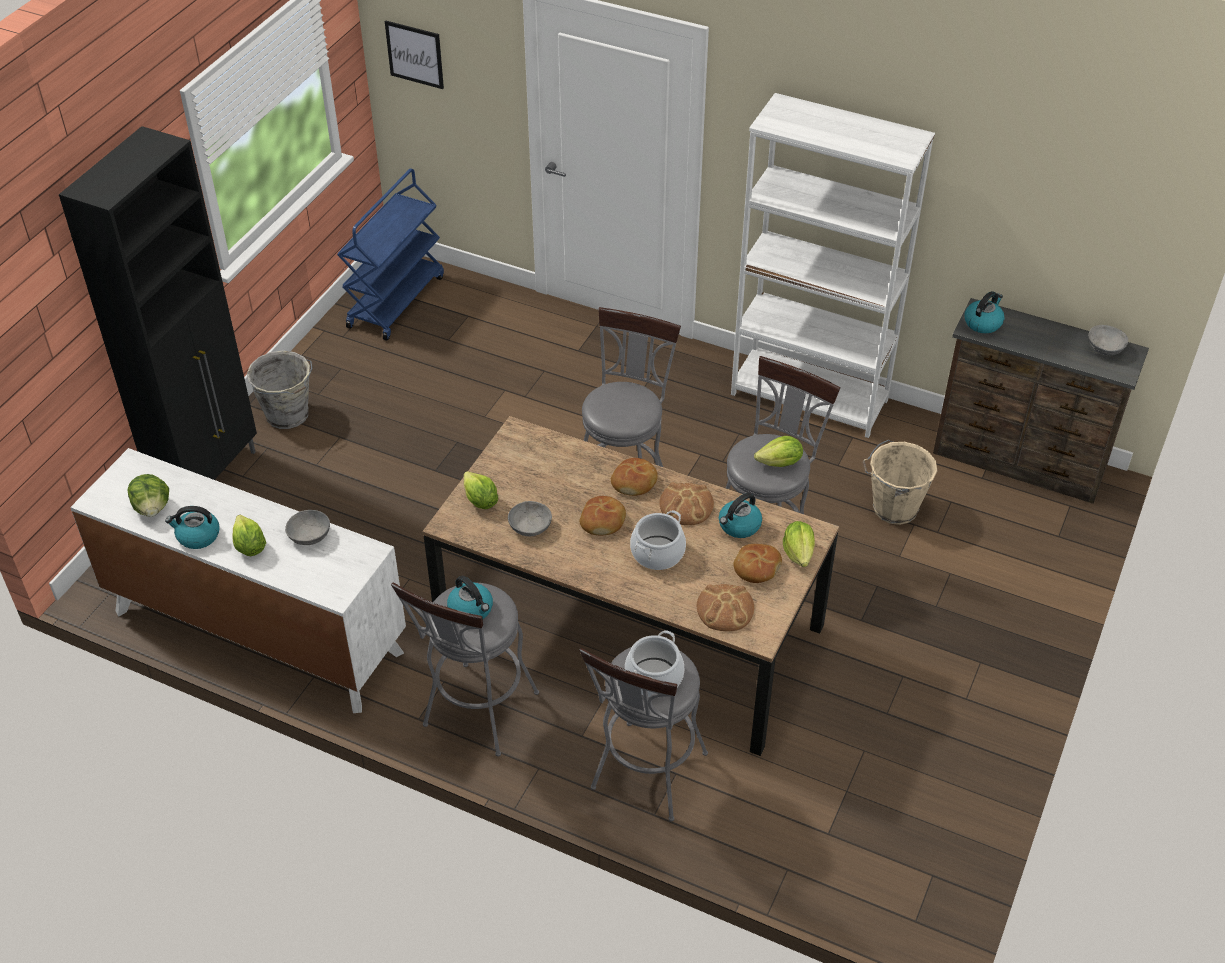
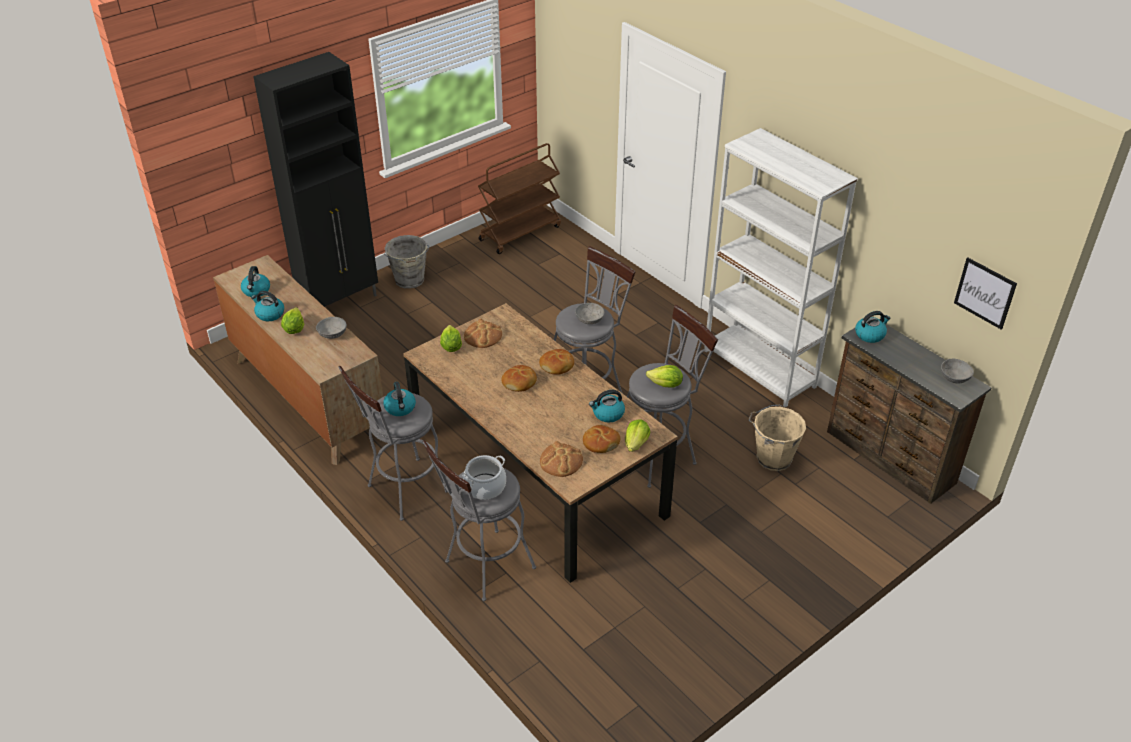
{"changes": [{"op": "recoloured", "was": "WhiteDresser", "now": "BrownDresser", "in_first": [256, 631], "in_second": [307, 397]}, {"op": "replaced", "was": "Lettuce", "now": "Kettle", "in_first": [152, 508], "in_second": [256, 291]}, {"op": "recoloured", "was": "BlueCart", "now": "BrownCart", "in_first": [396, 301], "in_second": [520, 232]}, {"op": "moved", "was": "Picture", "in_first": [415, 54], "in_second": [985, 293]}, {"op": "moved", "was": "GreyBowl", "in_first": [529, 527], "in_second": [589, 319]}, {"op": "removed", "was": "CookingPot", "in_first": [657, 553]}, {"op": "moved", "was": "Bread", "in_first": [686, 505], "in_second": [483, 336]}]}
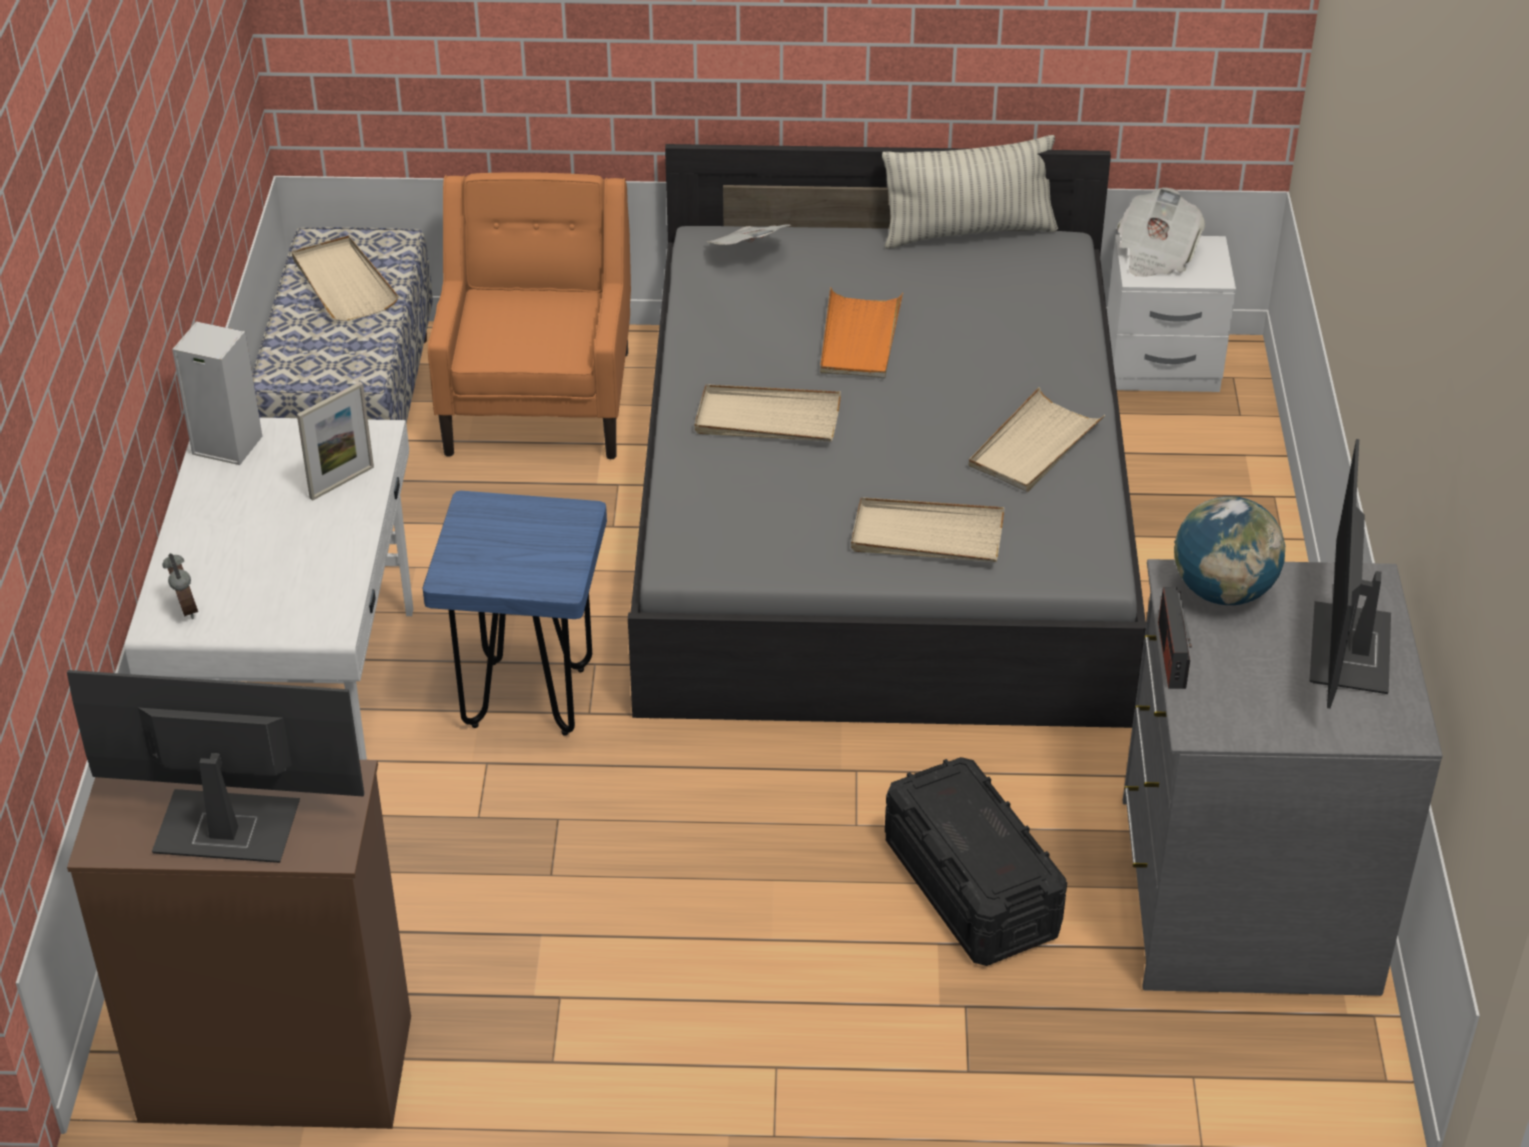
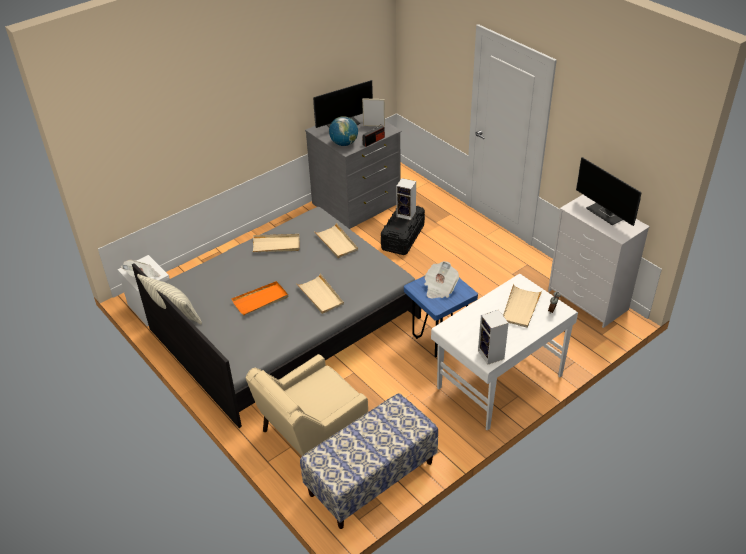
{"changes": [{"op": "recoloured", "was": "BrownDresser", "now": "WhiteDresser", "in_first": [274, 1068], "in_second": [588, 300]}, {"op": "moved", "was": "BeigeTray", "in_first": [343, 283], "in_second": [520, 307]}, {"op": "moved", "was": "PictureFrame", "in_first": [342, 482], "in_second": [374, 125]}, {"op": "recoloured", "was": "OrangeArmchair", "now": "BeigeArmchair", "in_first": [539, 400], "in_second": [312, 434]}, {"op": "moved", "was": "Newspaper", "in_first": [748, 253], "in_second": [439, 288]}, {"op": "added", "now": "Speaker", "in_second": [407, 214]}]}
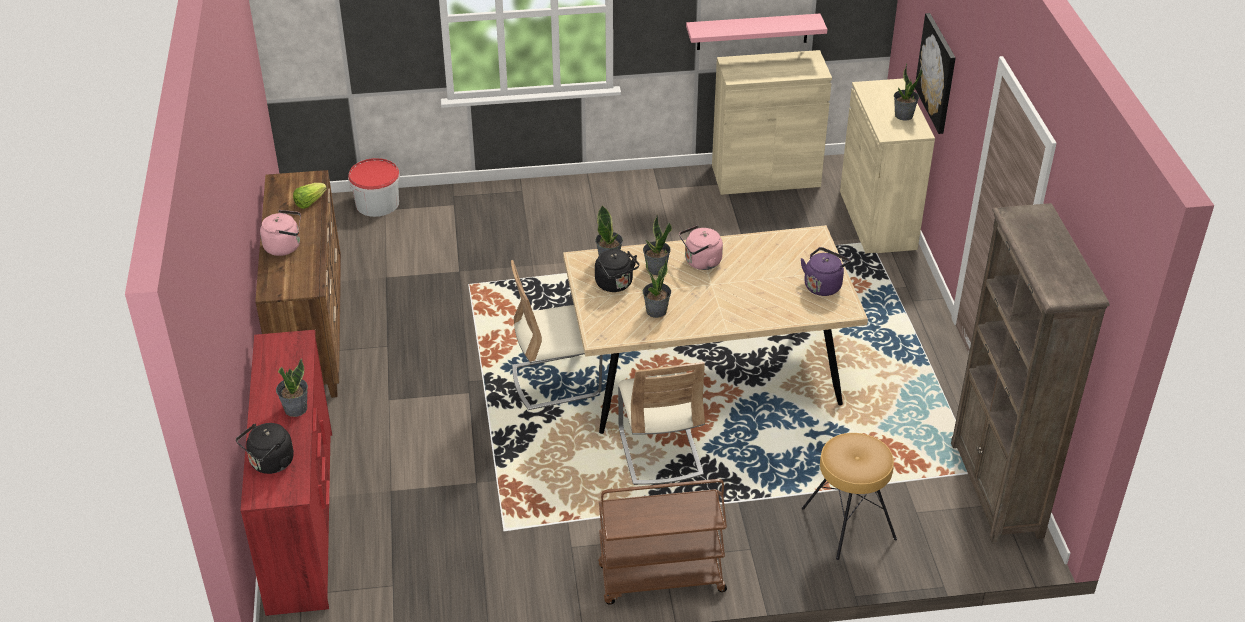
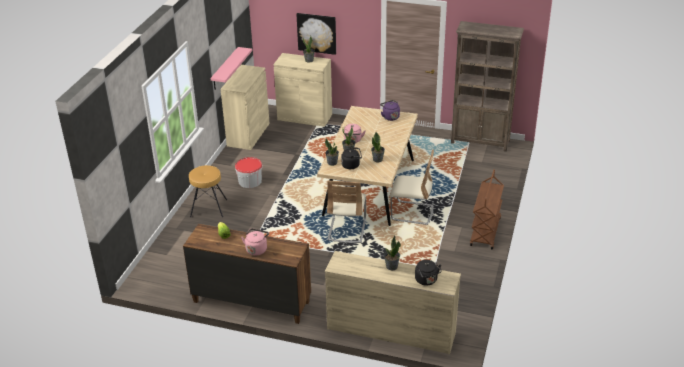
{"changes": [{"op": "recoloured", "was": "RedDresser", "now": "BeigeDresser", "in_first": [302, 519], "in_second": [391, 330]}, {"op": "moved", "was": "Bucket", "in_first": [377, 203], "in_second": [250, 181]}, {"op": "moved", "was": "BrownStool", "in_first": [848, 524], "in_second": [208, 208]}]}
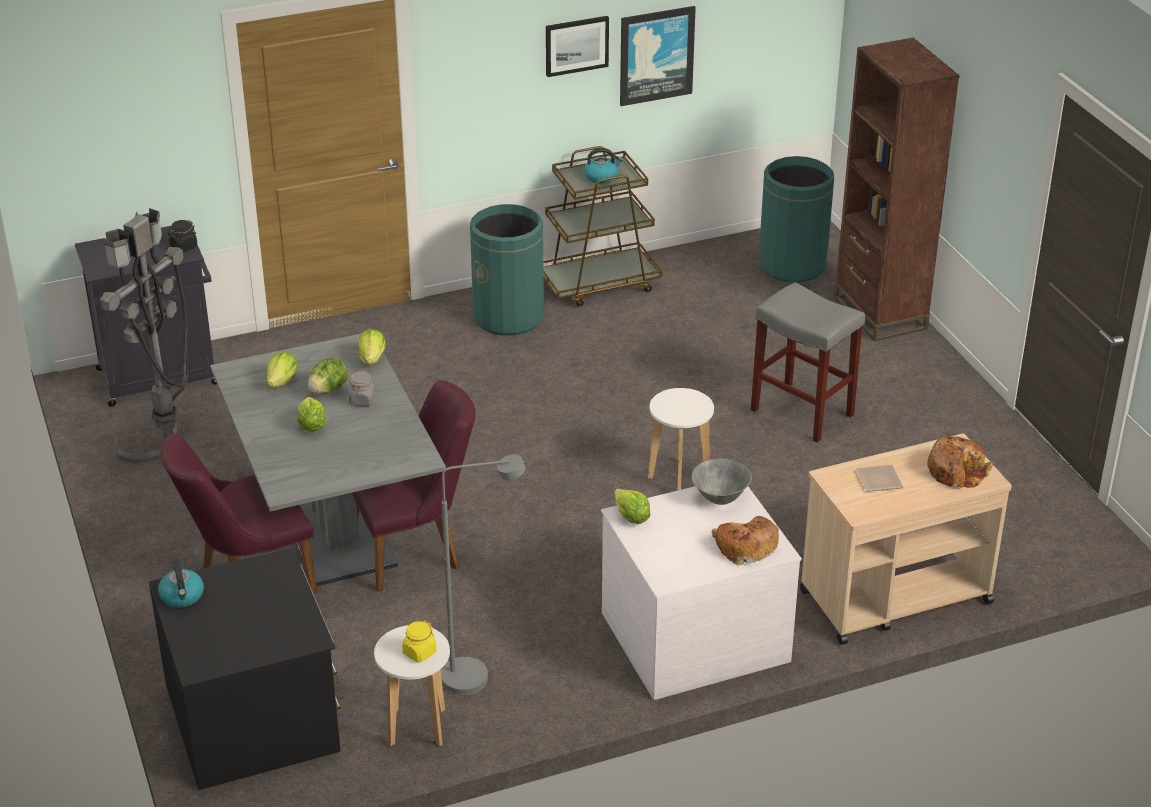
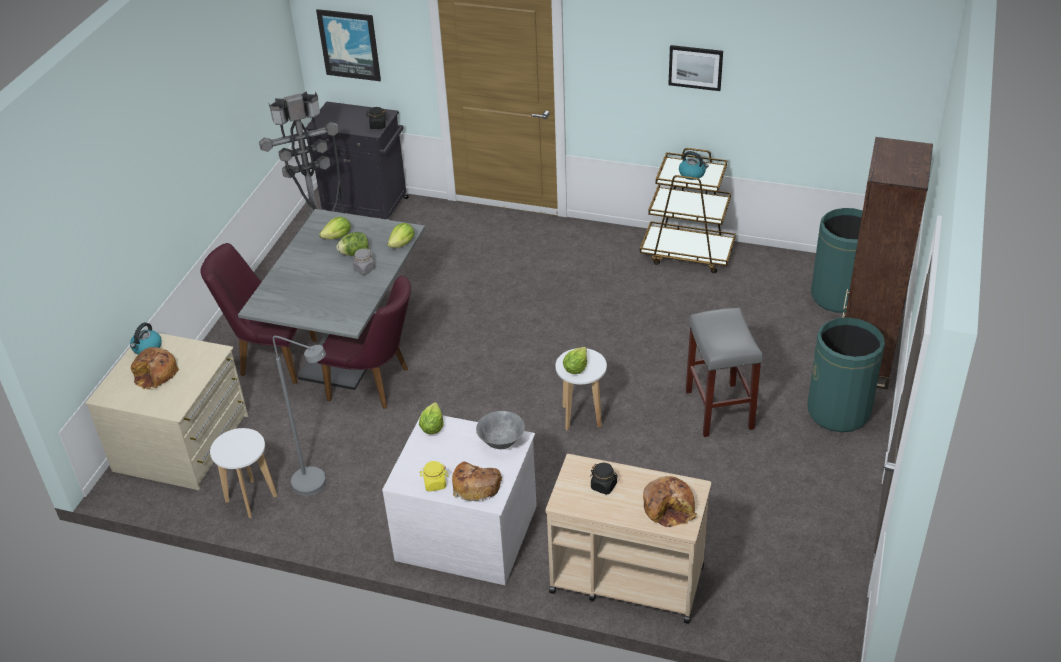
{"changes": [{"op": "recoloured", "was": "BlackDresser", "now": "BeigeDresser", "in_first": [254, 717], "in_second": [183, 443]}, {"op": "moved", "was": "Lettuce", "in_first": [311, 426], "in_second": [576, 368]}, {"op": "moved", "was": "YellowJar", "in_first": [419, 652], "in_second": [435, 484]}, {"op": "moved", "was": "GreenTrashCan", "in_first": [508, 317], "in_second": [838, 411]}, {"op": "moved", "was": "Picture", "in_first": [656, 55], "in_second": [349, 44]}, {"op": "replaced", "was": "Plate", "now": "BlackJar", "in_first": [878, 481], "in_second": [604, 486]}, {"op": "added", "now": "Bread", "in_second": [155, 374]}]}
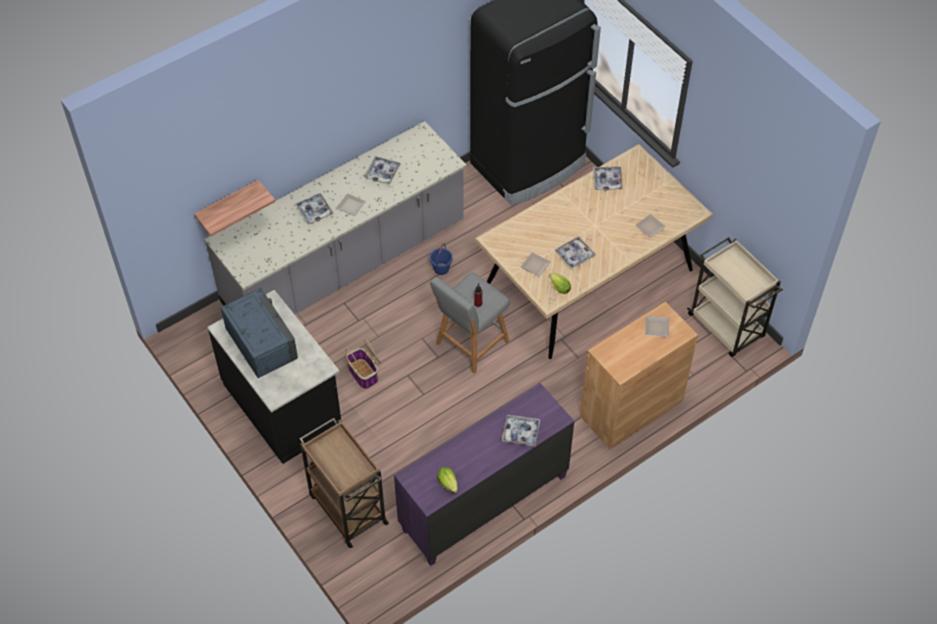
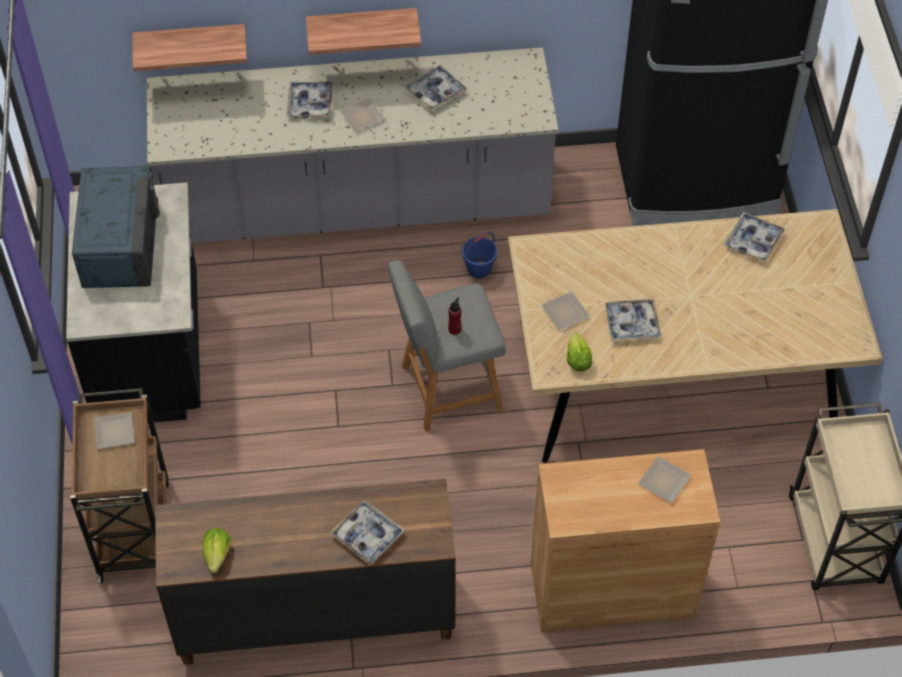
{"changes": [{"op": "removed", "was": "Basket", "in_first": [363, 374]}, {"op": "recoloured", "was": "PurpleDresser", "now": "BrownDresser", "in_first": [483, 502], "in_second": [314, 615]}, {"op": "moved", "was": "Plate", "in_first": [650, 228], "in_second": [113, 433]}, {"op": "added", "now": "Shelf", "in_second": [362, 27]}]}
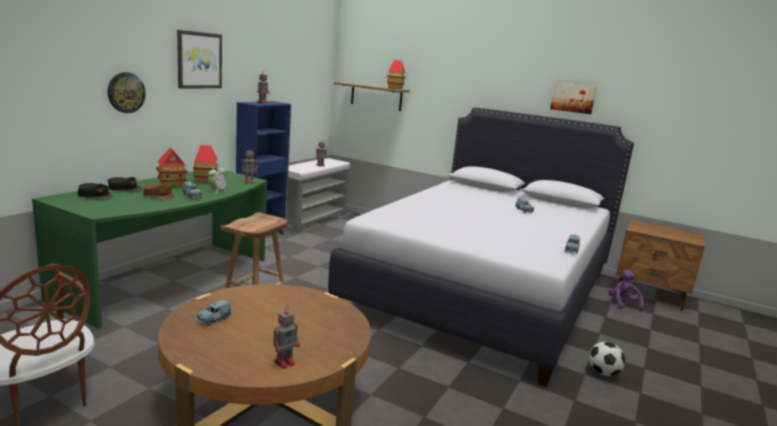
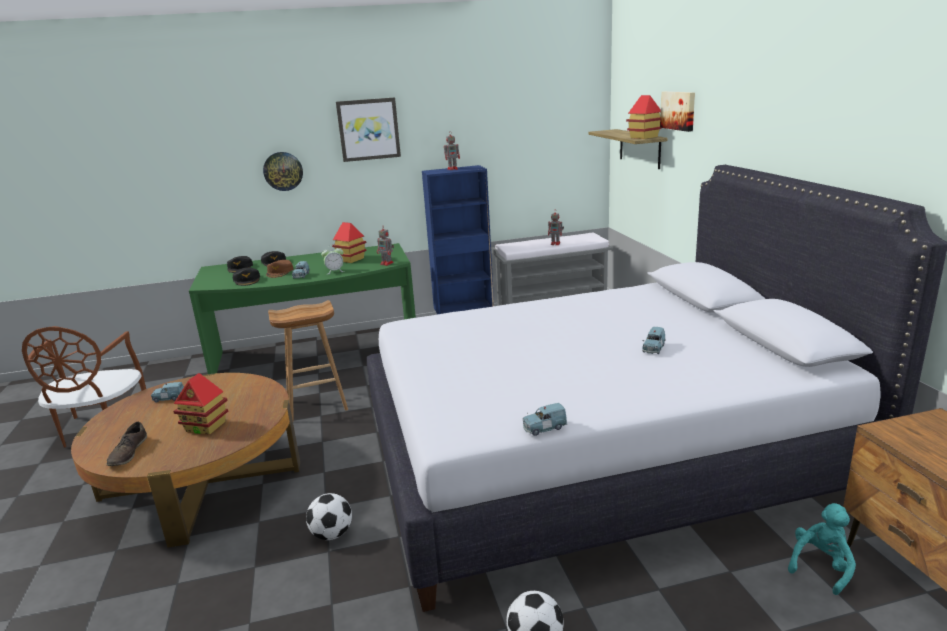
{"changes": [{"op": "moved", "was": "ToyHouse", "in_first": [172, 186], "in_second": [206, 427]}, {"op": "replaced", "was": "ToyRobot", "now": "BrownShoe", "in_first": [285, 362], "in_second": [128, 453]}, {"op": "moved", "was": "Picture", "in_first": [573, 98], "in_second": [679, 110]}, {"op": "recoloured", "was": "PurplePlushToy", "now": "TurquoisePlushToy", "in_first": [623, 303], "in_second": [821, 566]}, {"op": "added", "now": "BlackCap", "in_second": [247, 280]}, {"op": "added", "now": "Football", "in_second": [332, 534]}]}
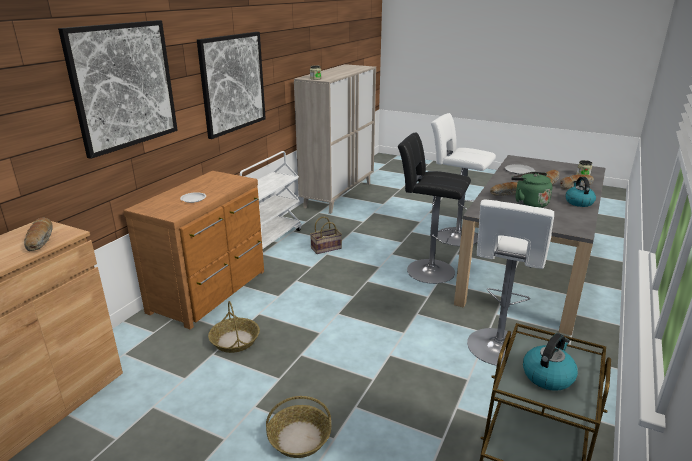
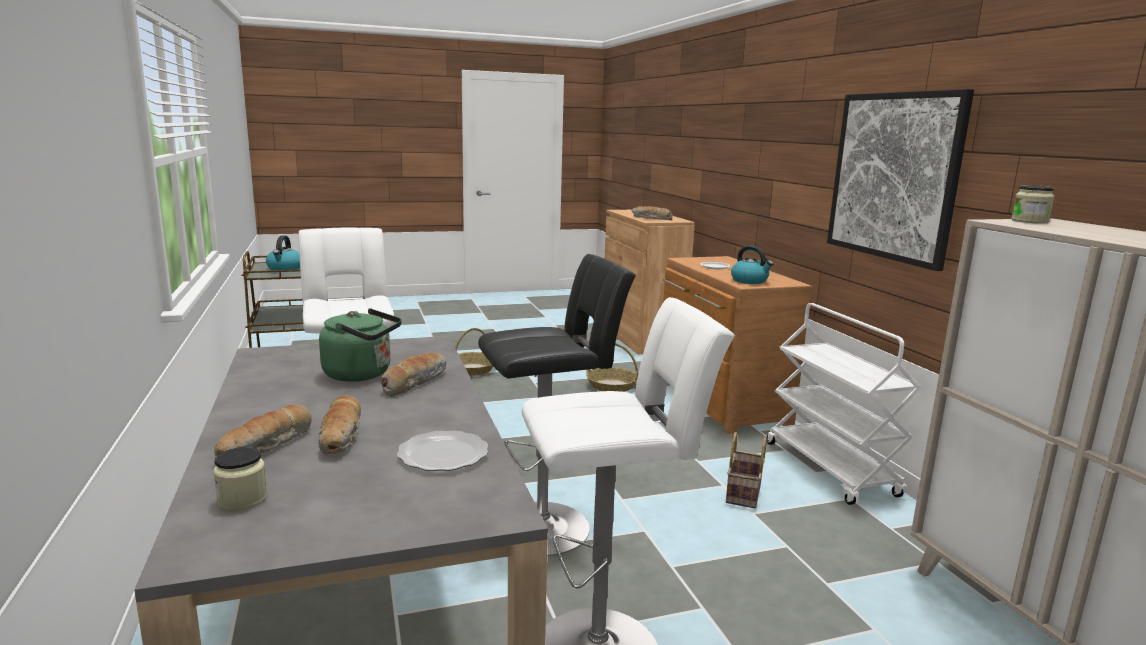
{"changes": [{"op": "removed", "was": "Picture", "in_first": [123, 86]}, {"op": "moved", "was": "Kettle", "in_first": [578, 202], "in_second": [750, 281]}]}
